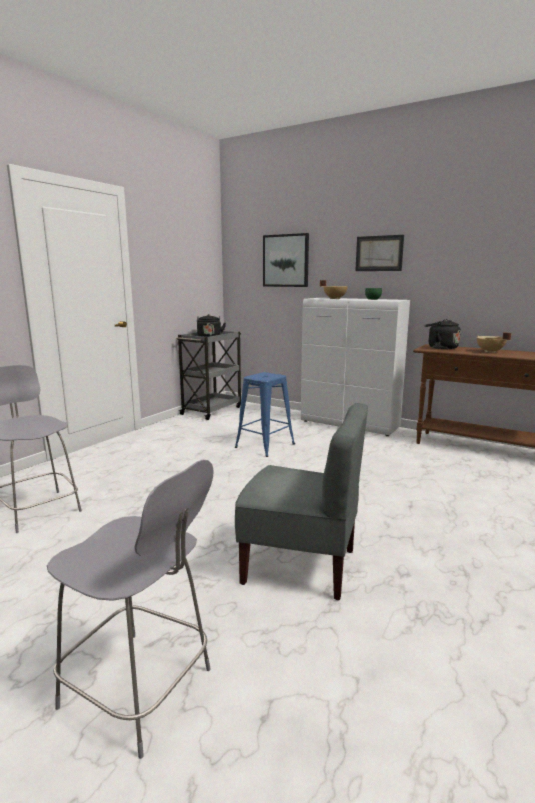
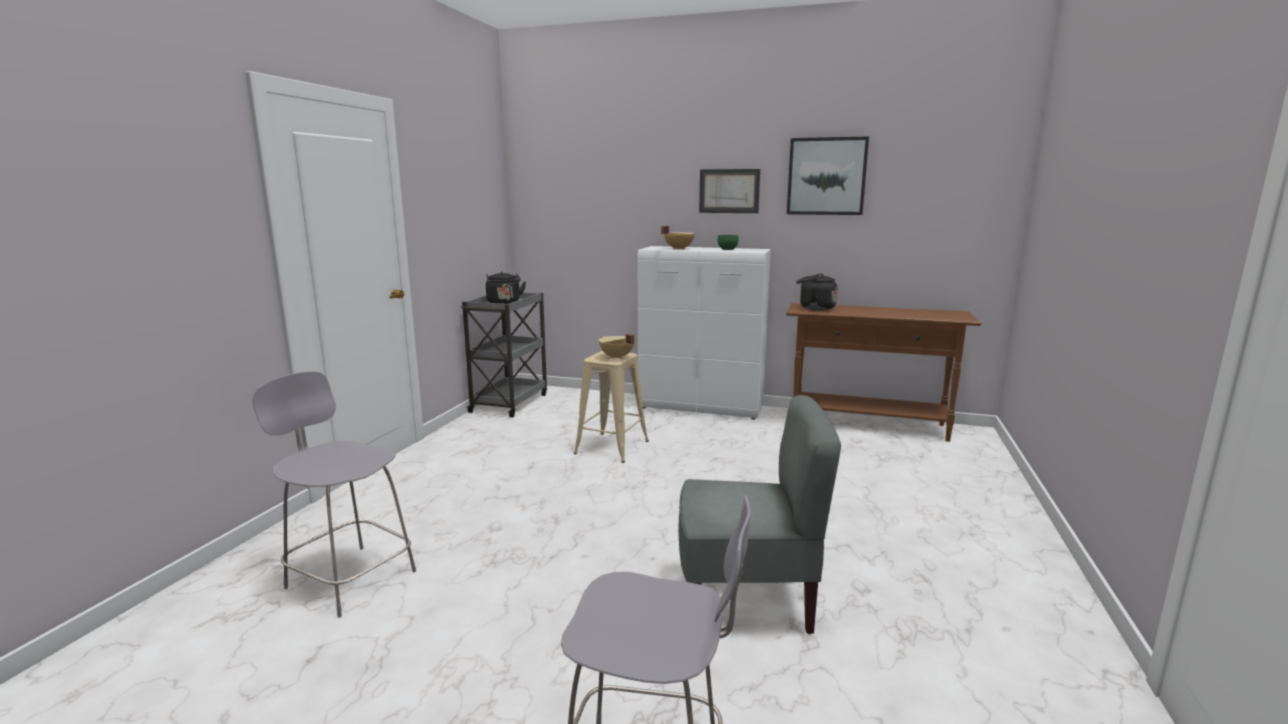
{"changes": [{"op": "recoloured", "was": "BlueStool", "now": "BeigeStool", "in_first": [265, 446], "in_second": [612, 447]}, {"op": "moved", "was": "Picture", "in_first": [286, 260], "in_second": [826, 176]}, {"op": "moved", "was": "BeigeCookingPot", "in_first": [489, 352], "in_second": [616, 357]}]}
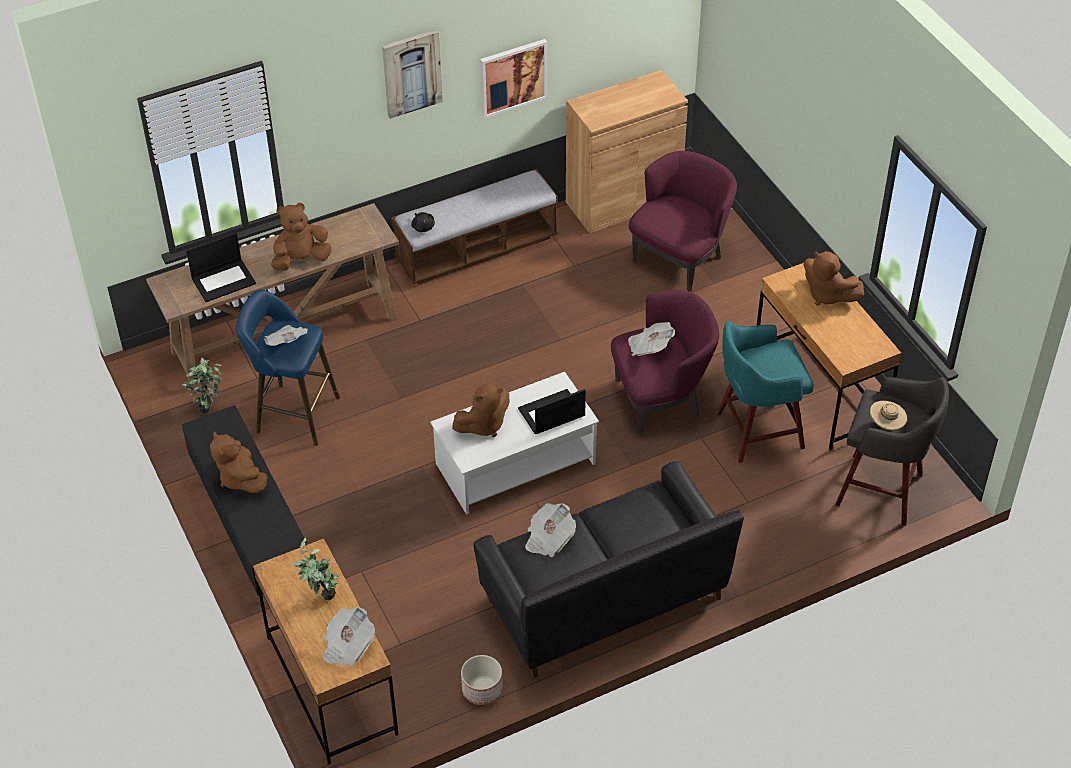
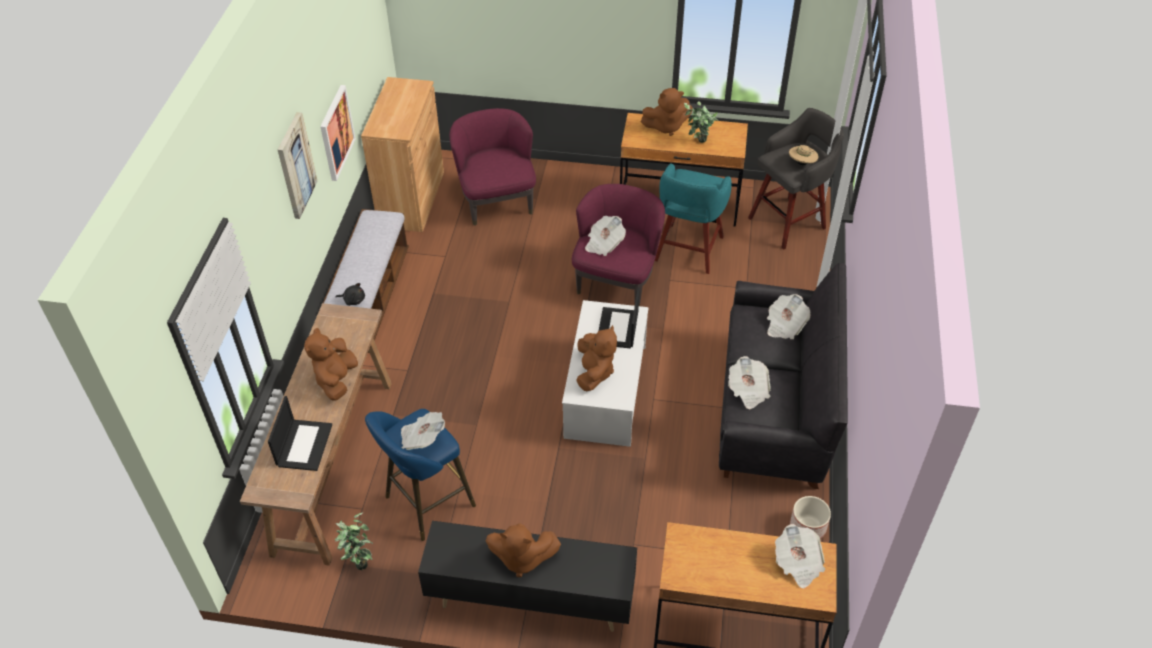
{"changes": [{"op": "moved", "was": "PottedPlant", "in_first": [320, 595], "in_second": [698, 143]}, {"op": "added", "now": "Newspaper", "in_second": [784, 325]}]}
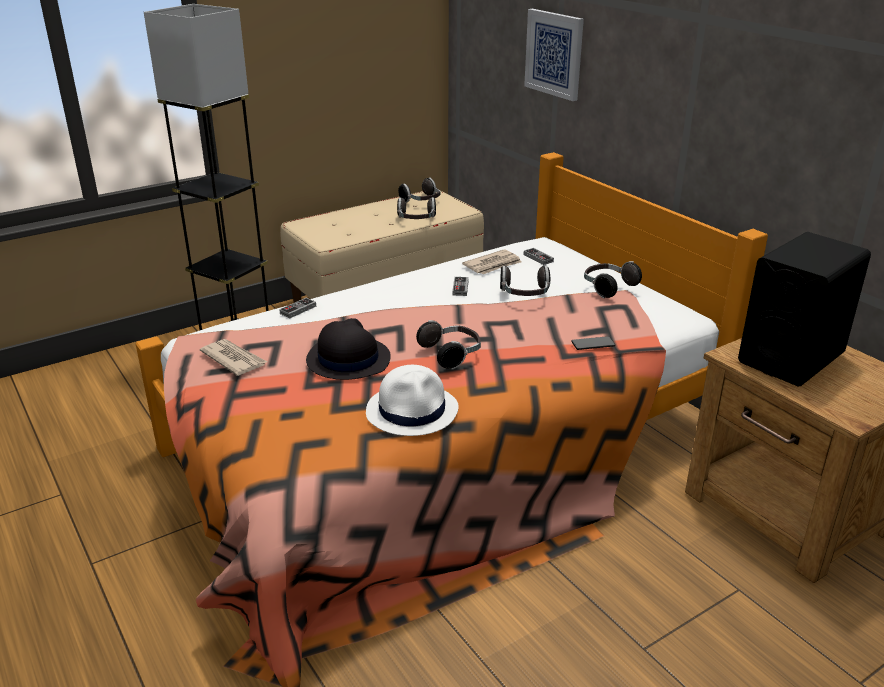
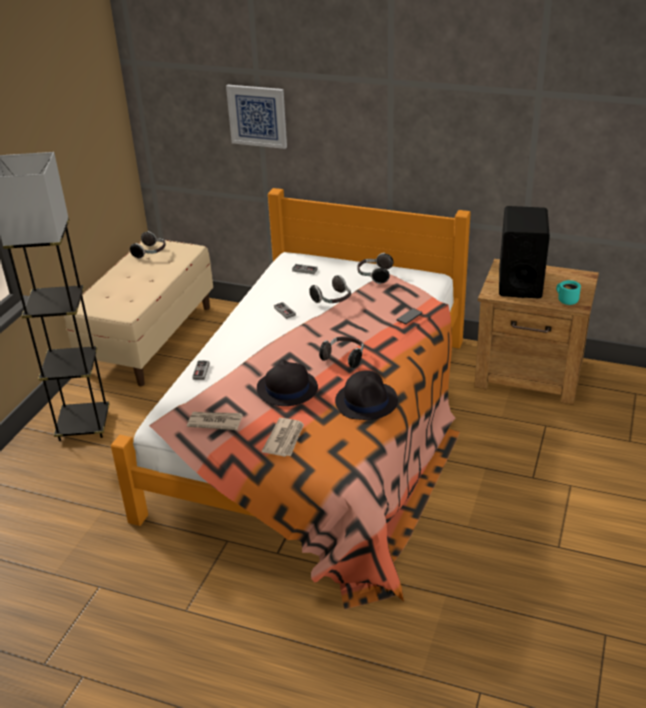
{"changes": [{"op": "recoloured", "was": "WhiteHat", "now": "BlackHat", "in_first": [413, 410], "in_second": [366, 401]}, {"op": "removed", "was": "Headphones", "in_first": [416, 220]}, {"op": "moved", "was": "Newspaper", "in_first": [493, 265], "in_second": [285, 439]}, {"op": "added", "now": "TurquoiseMug", "in_second": [566, 300]}]}
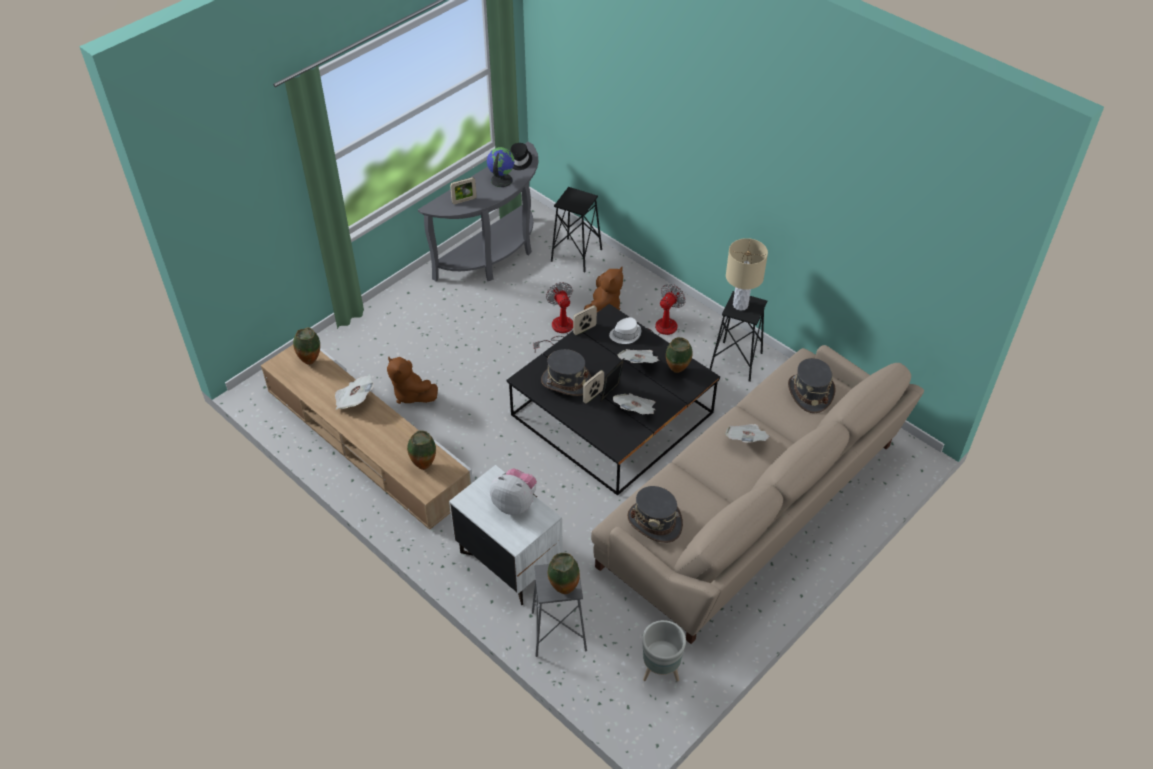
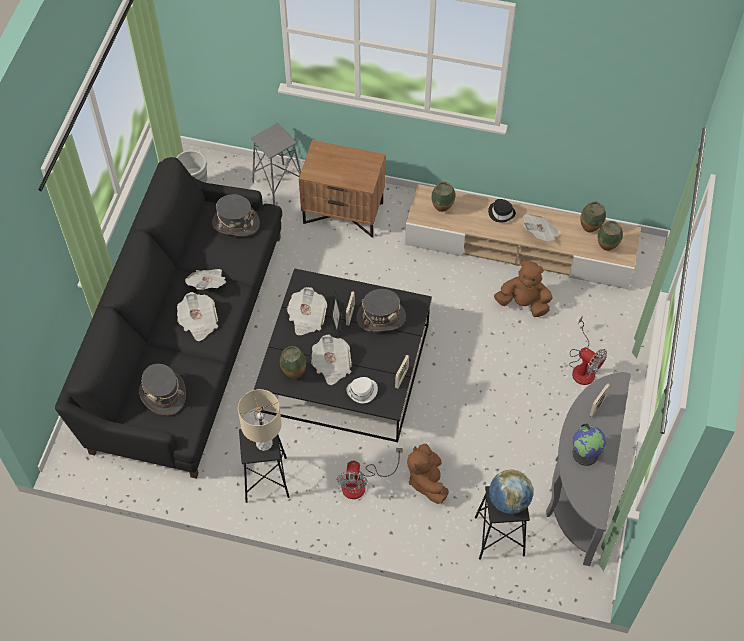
{"changes": [{"op": "recoloured", "was": "WhiteNightstand", "now": "BrownNightstand", "in_first": [509, 562], "in_second": [344, 212]}, {"op": "removed", "was": "PlushToy", "in_first": [515, 503]}, {"op": "moved", "was": "BlackHat", "in_first": [519, 160], "in_second": [501, 213]}, {"op": "moved", "was": "Fan", "in_first": [558, 330], "in_second": [583, 367]}, {"op": "moved", "was": "Vase", "in_first": [563, 590], "in_second": [589, 229]}, {"op": "recoloured", "was": "BeigeSofa", "now": "BlackSofa", "in_first": [753, 507], "in_second": [185, 339]}, {"op": "added", "now": "Newspaper", "in_second": [208, 284]}, {"op": "added", "now": "Globe", "in_second": [508, 501]}]}
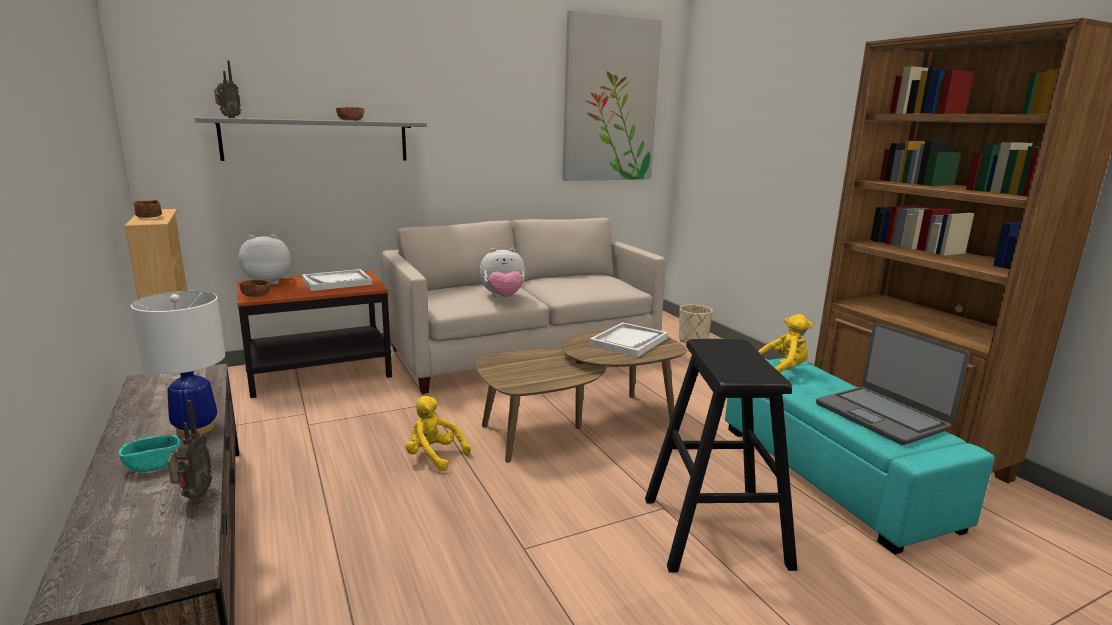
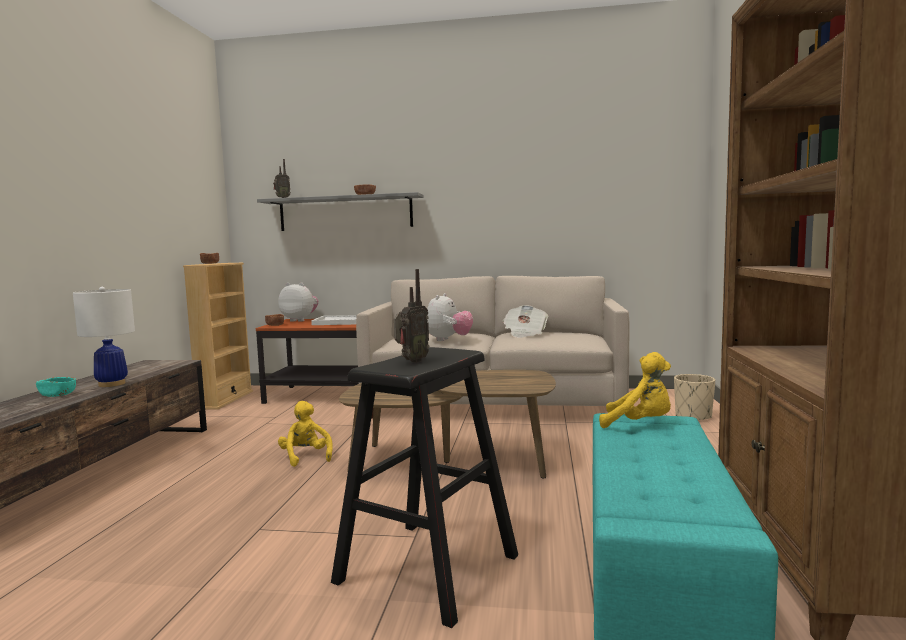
{"changes": [{"op": "moved", "was": "Radio", "in_first": [193, 496], "in_second": [411, 361]}, {"op": "turned", "was": "PlushToy", "in_first": [503, 297], "in_second": [448, 340], "clockwise": -90}, {"op": "removed", "was": "Picture", "in_first": [610, 100]}, {"op": "removed", "was": "WhiteTray", "in_first": [629, 341]}, {"op": "removed", "was": "Laptop", "in_first": [881, 416]}, {"op": "added", "now": "Newspaper", "in_second": [524, 334]}]}
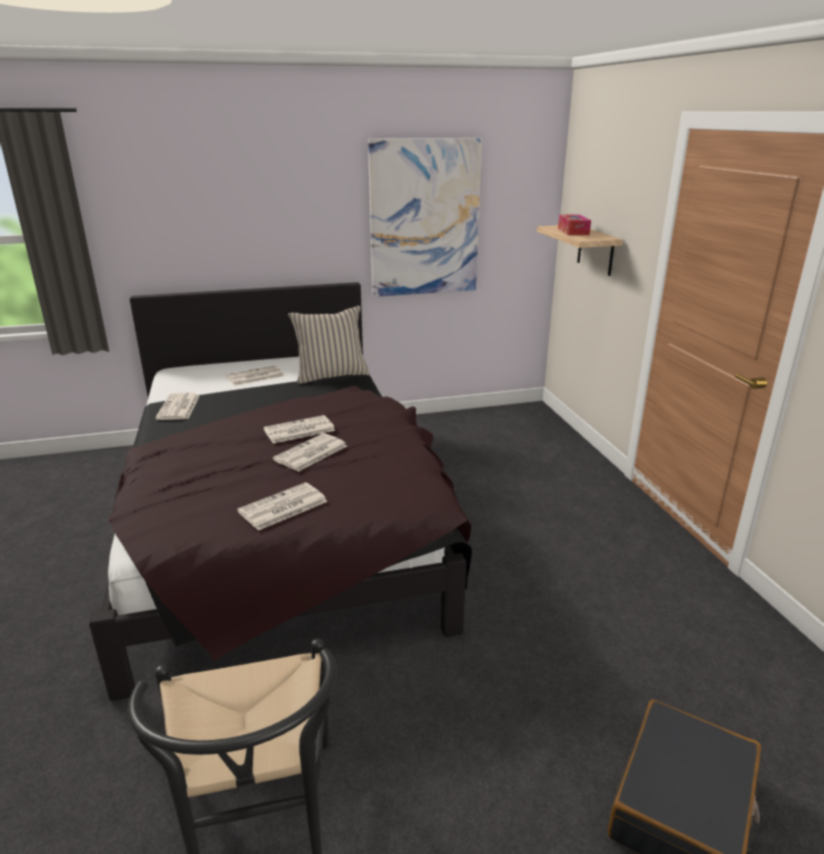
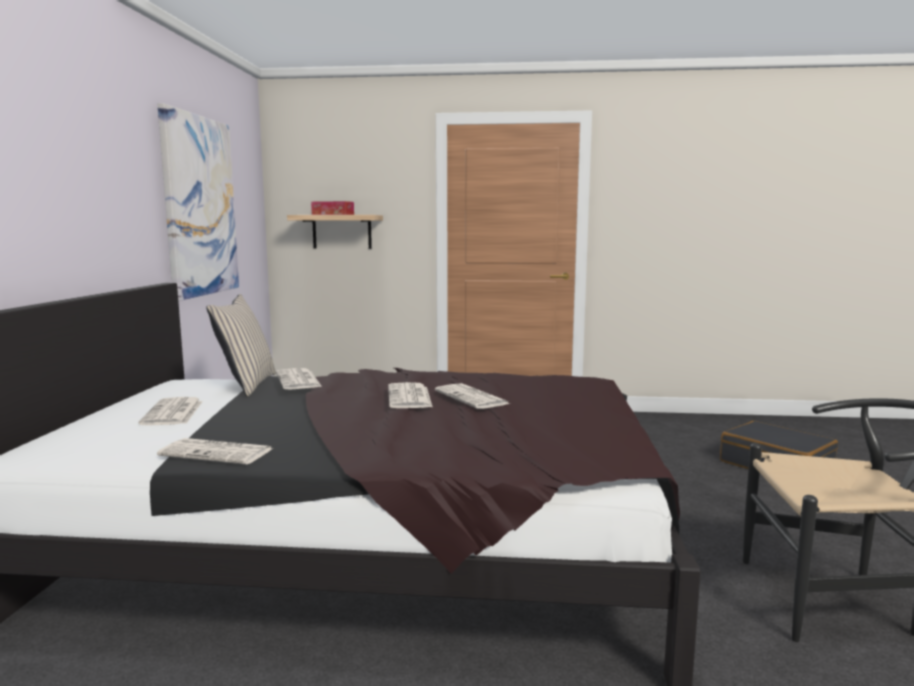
{"changes": [{"op": "moved", "was": "Newspaper", "in_first": [282, 507], "in_second": [299, 380]}]}
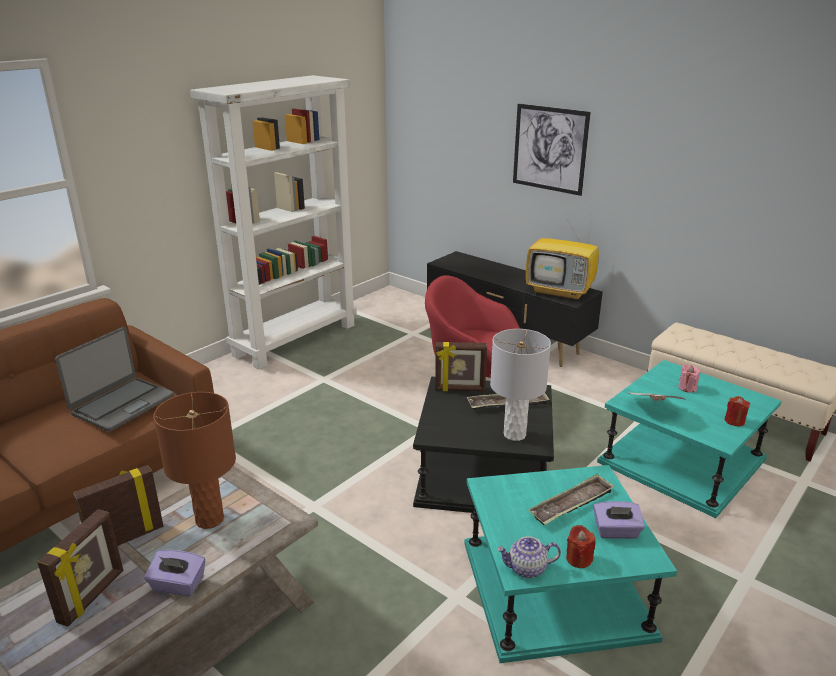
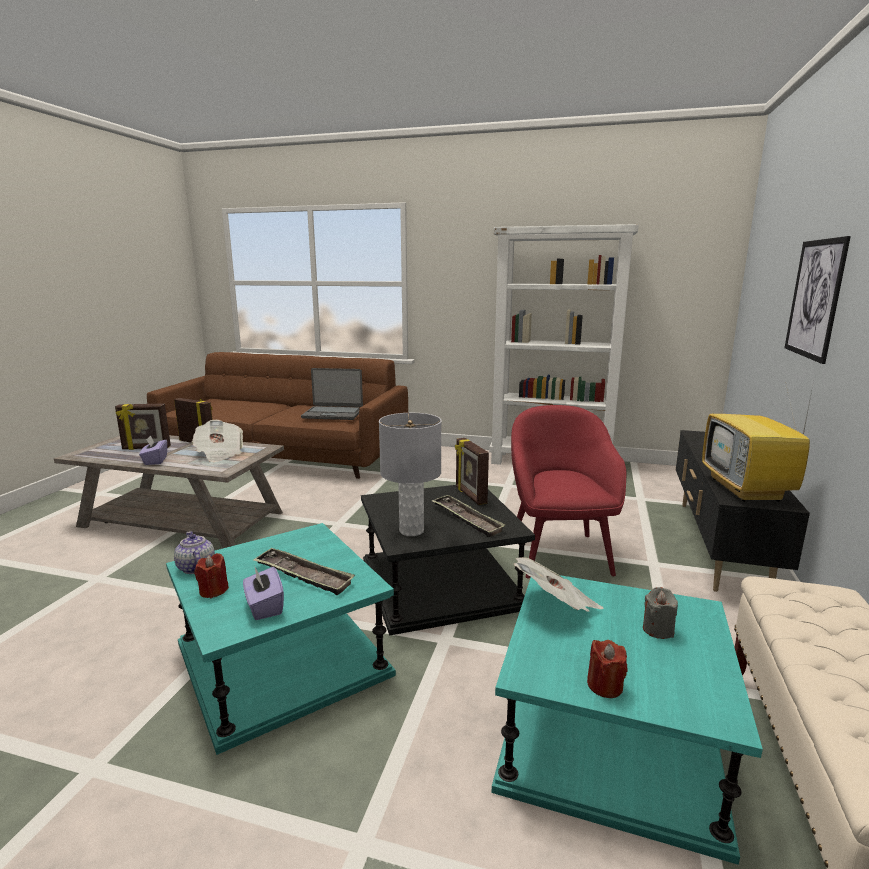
{"changes": [{"op": "replaced", "was": "BrownTableLamp", "now": "Newspaper", "in_first": [210, 519], "in_second": [219, 454]}, {"op": "recoloured", "was": "PinkCandle", "now": "GreyCandle", "in_first": [687, 388], "in_second": [658, 630]}]}
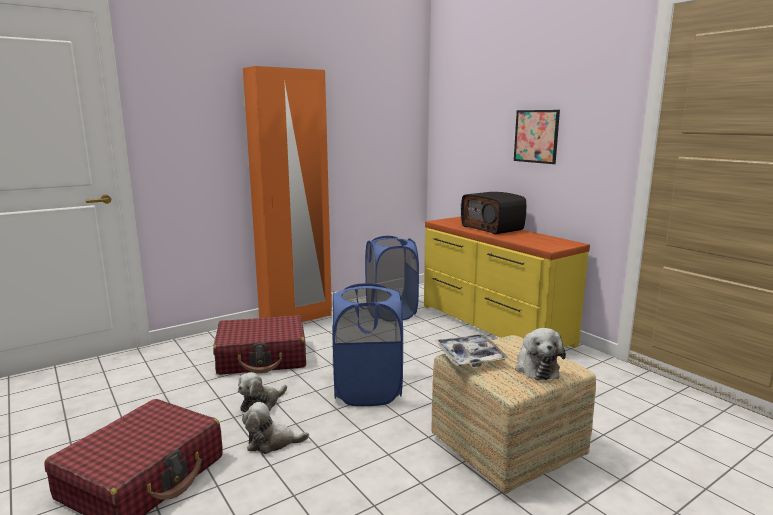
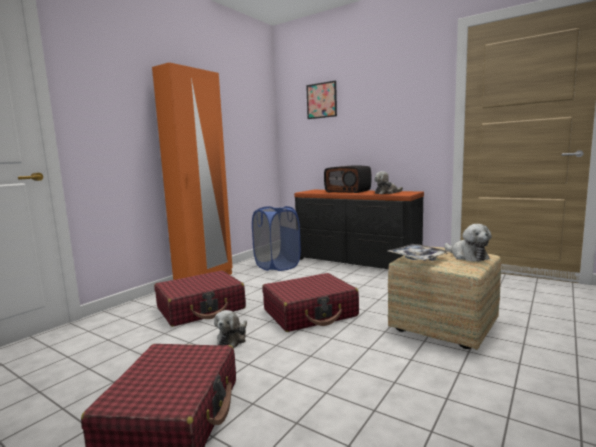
{"changes": [{"op": "moved", "was": "PlushToy", "in_first": [272, 442], "in_second": [387, 193]}, {"op": "replaced", "was": "BlueLaundryBasket", "now": "RedSuitcase", "in_first": [367, 390], "in_second": [310, 313]}, {"op": "recoloured", "was": "YellowDresser", "now": "BlackDresser", "in_first": [492, 324], "in_second": [356, 262]}, {"op": "moved", "was": "Picture", "in_first": [536, 136], "in_second": [321, 100]}]}
